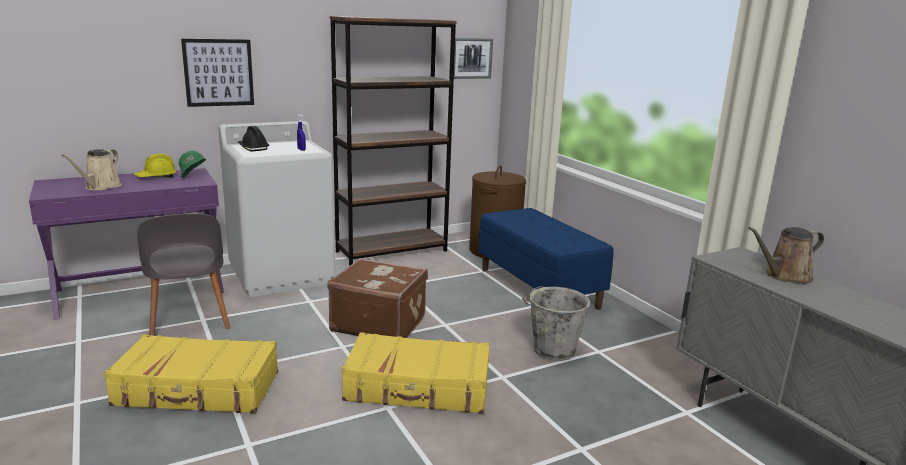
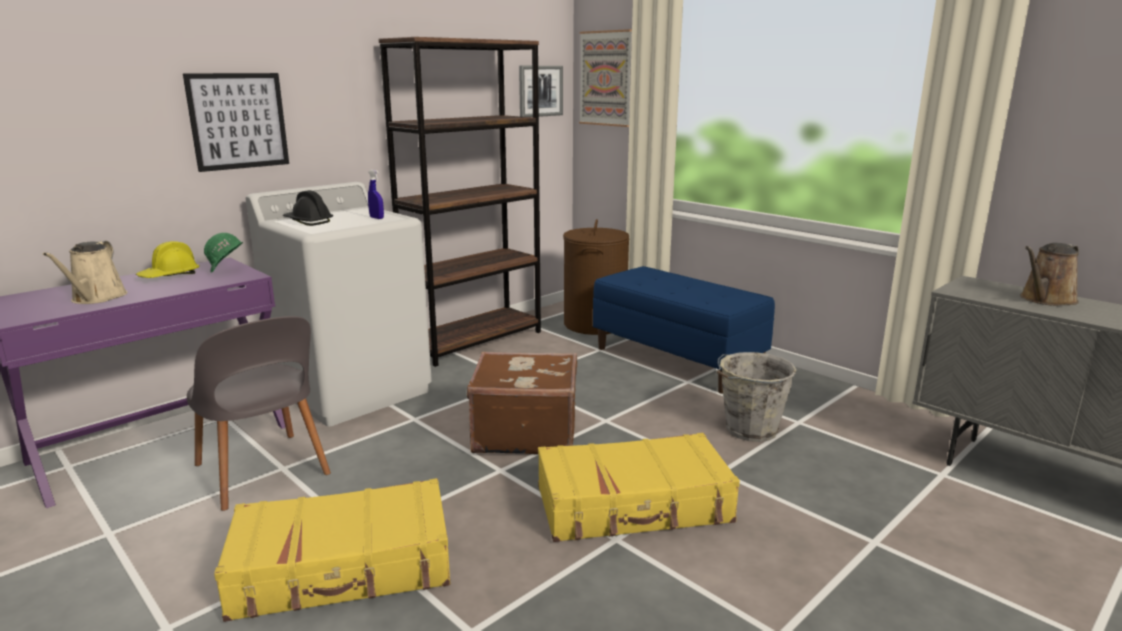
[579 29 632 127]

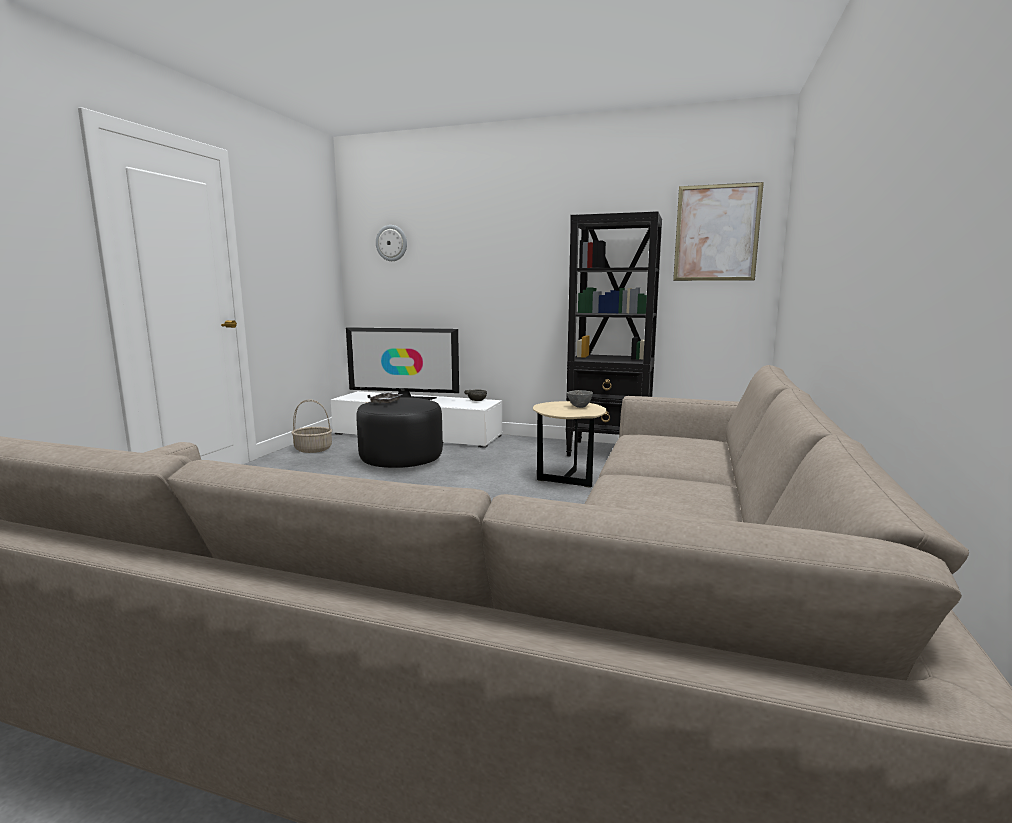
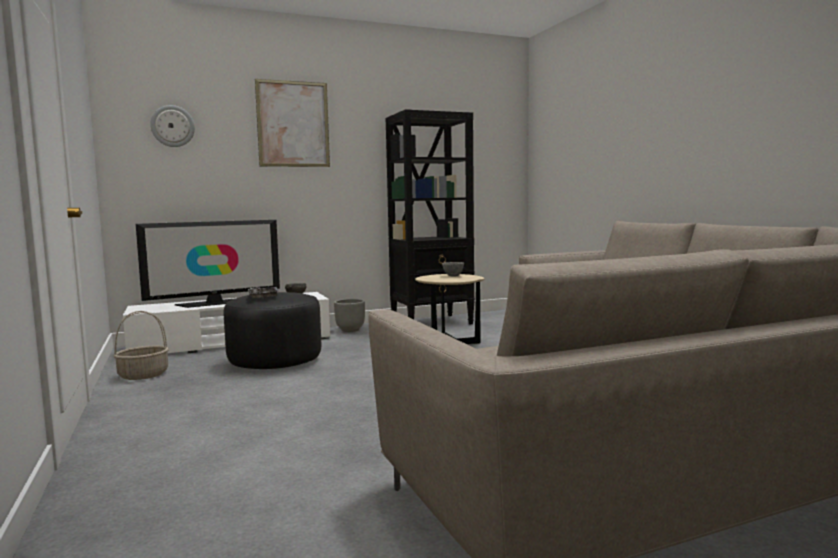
[334 299 365 332]
[255 79 330 167]

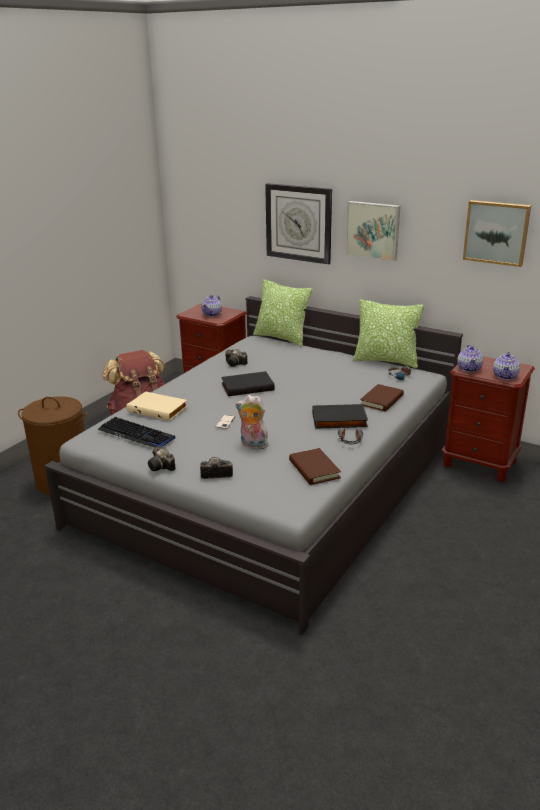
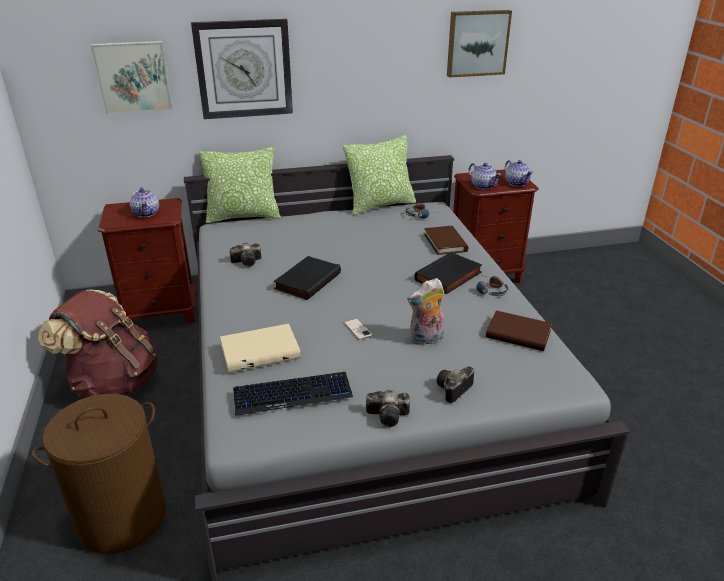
[90 41 173 114]

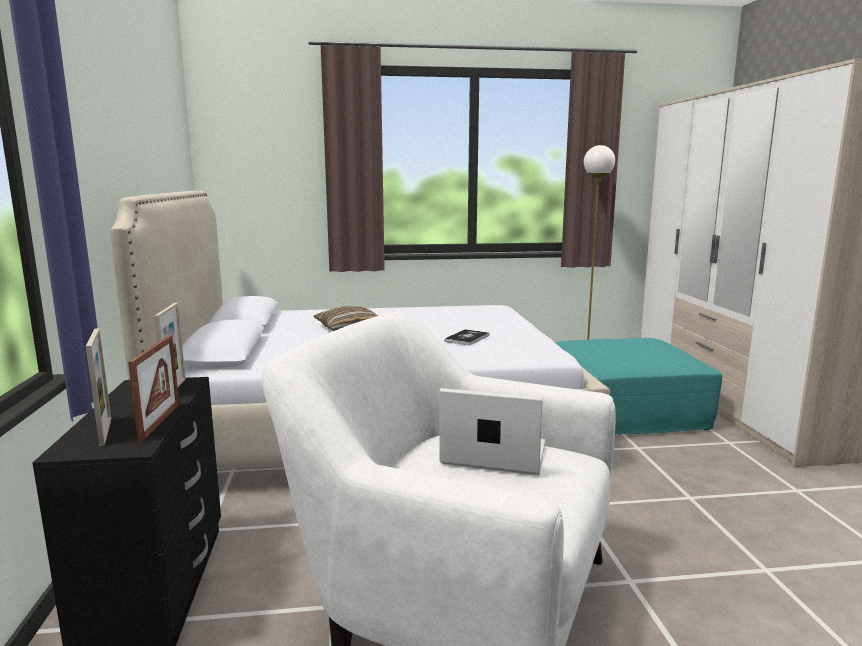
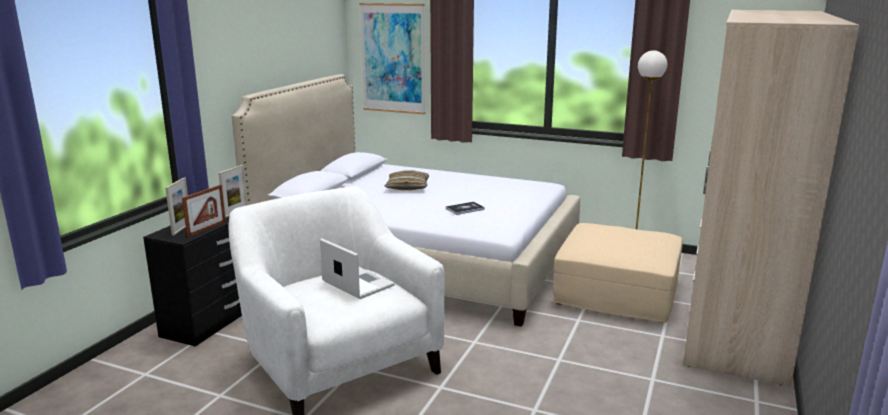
[359 3 426 115]
[553 223 683 323]

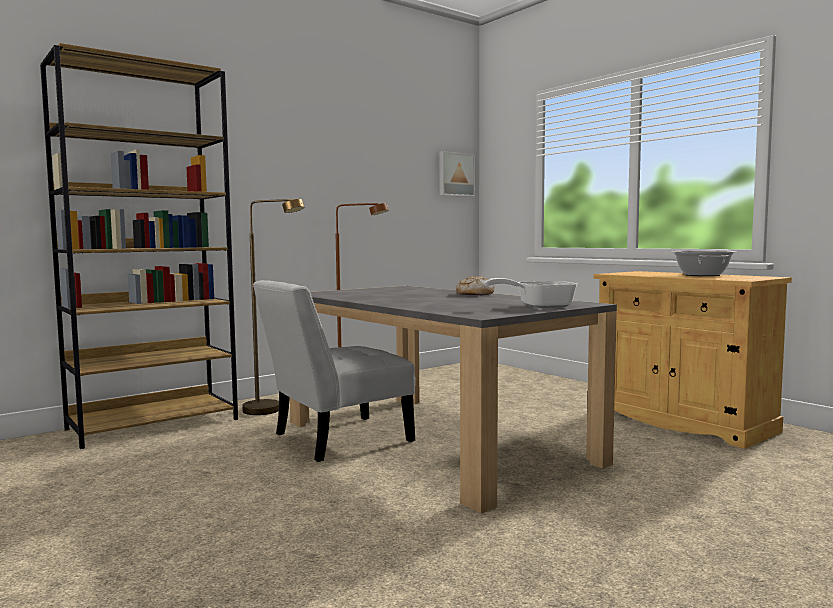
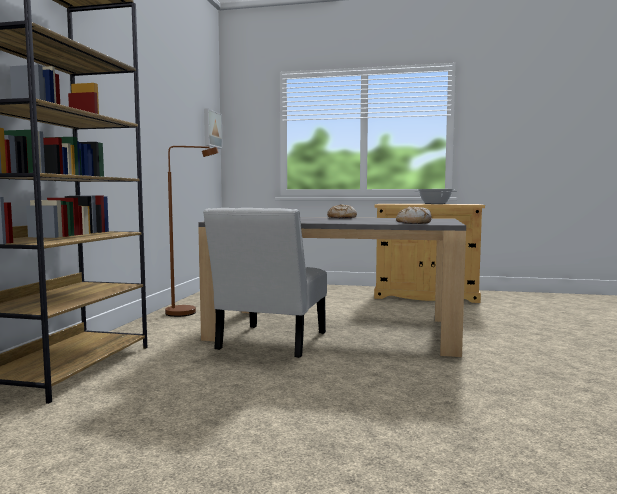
[242 199 305 415] (first image)
[484 278 577 308] (first image)
[396 207 432 224]

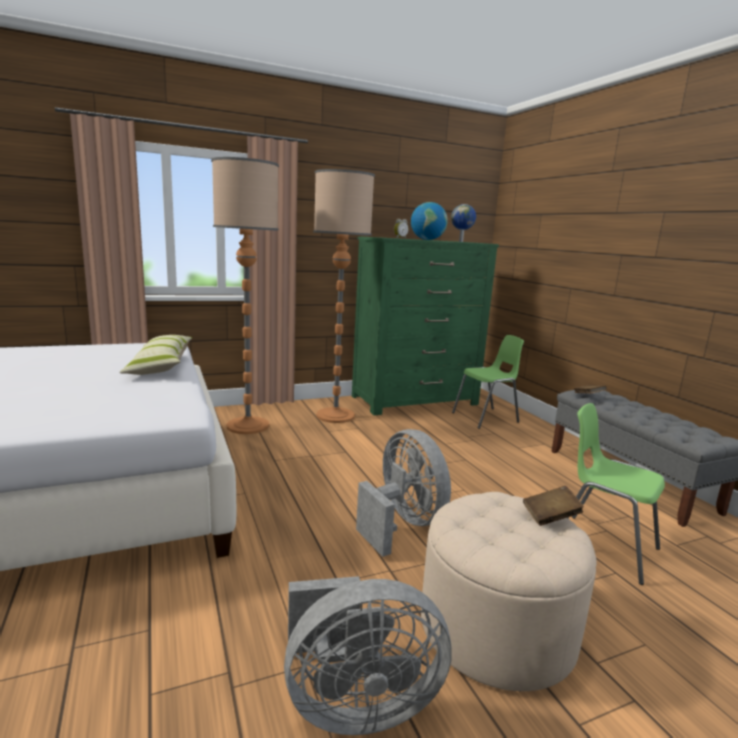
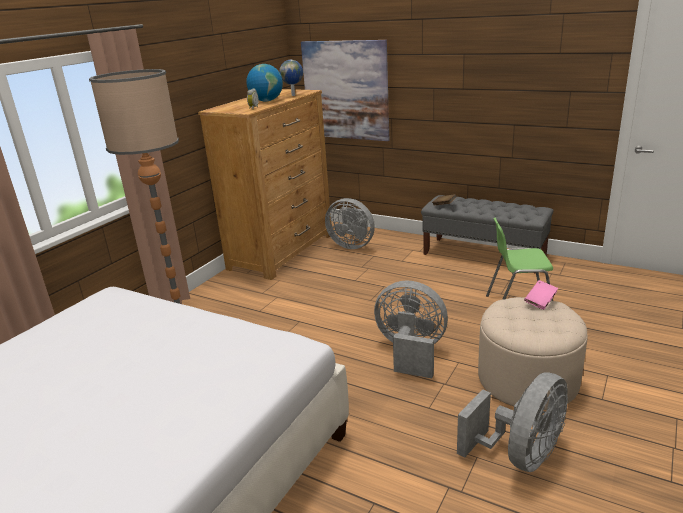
[119 335 192 375] (first image)
[313 169 375 423] (first image)
[301 40 389 141]
[325 198 375 249]
[198 89 331 280]
[524 280 558 310]

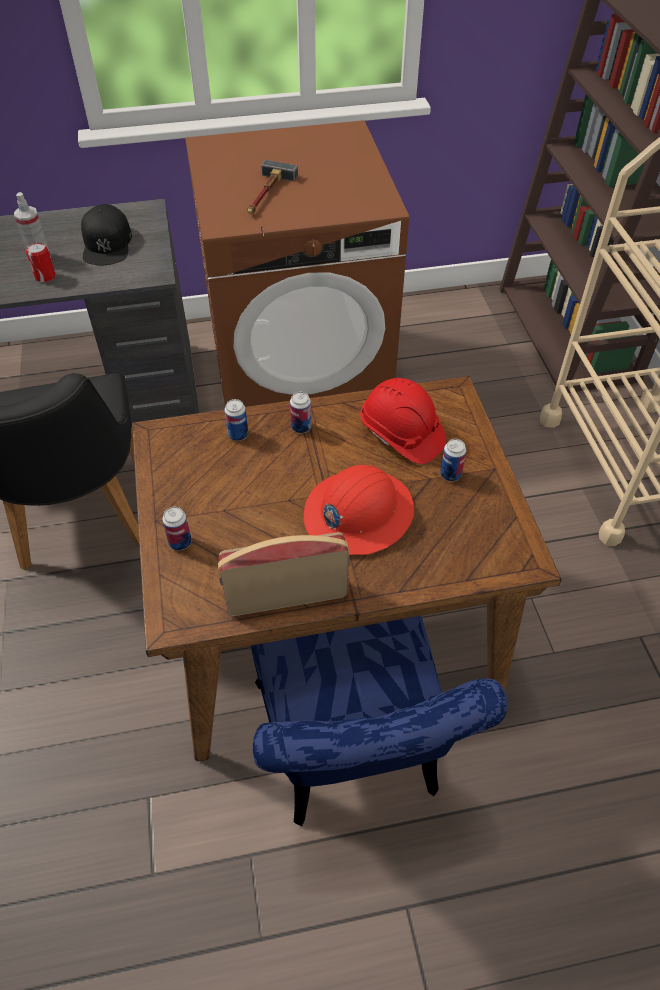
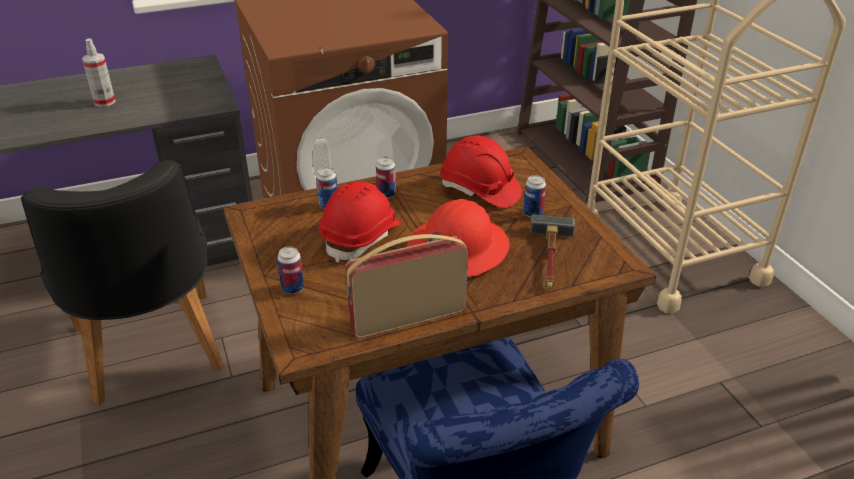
[26 242 56 282] (first image)
[81 204 132 265] (first image)
[319 181 401 263]
[530 215 575 288]

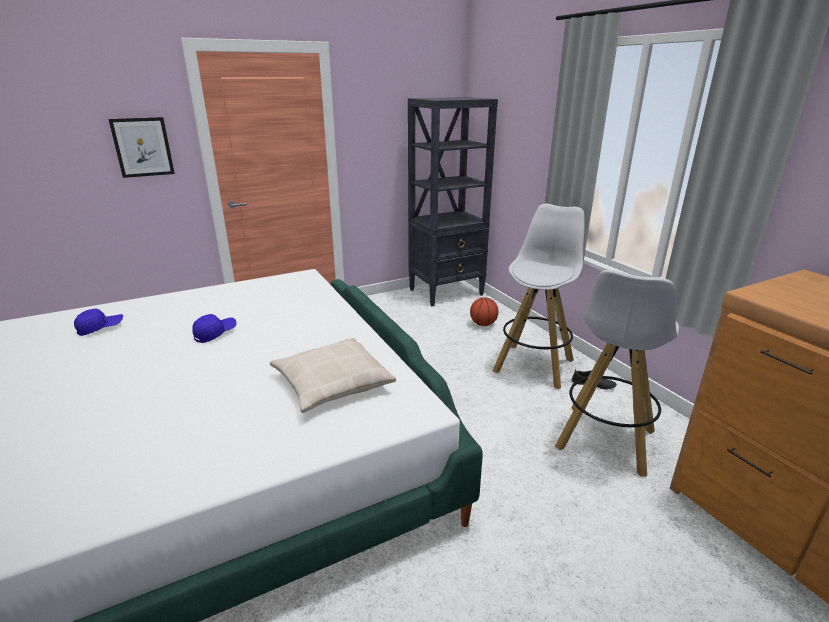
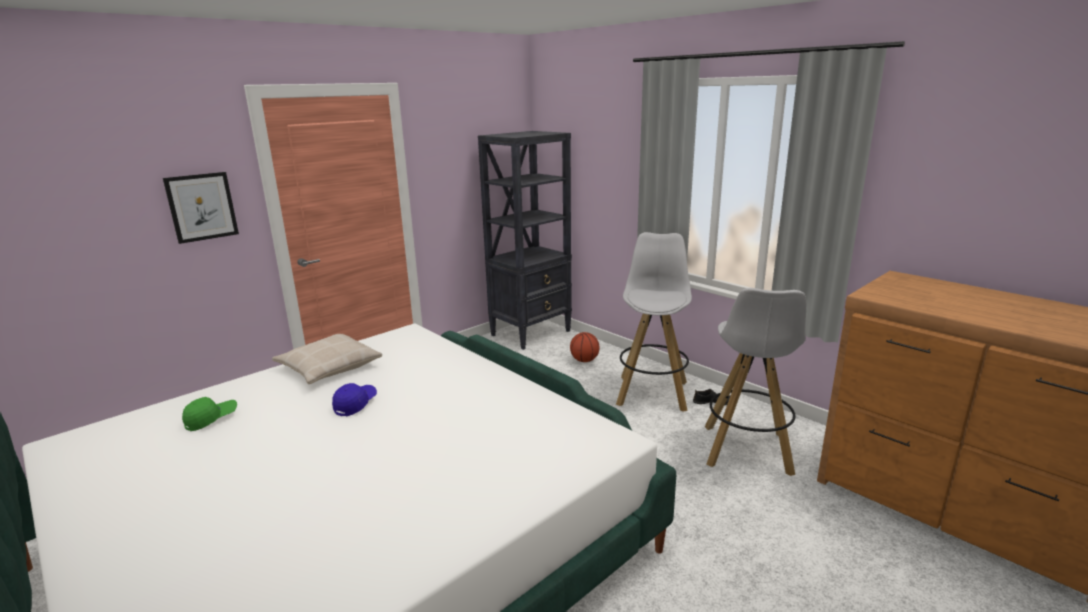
[272 334 382 384]
[182 397 237 431]

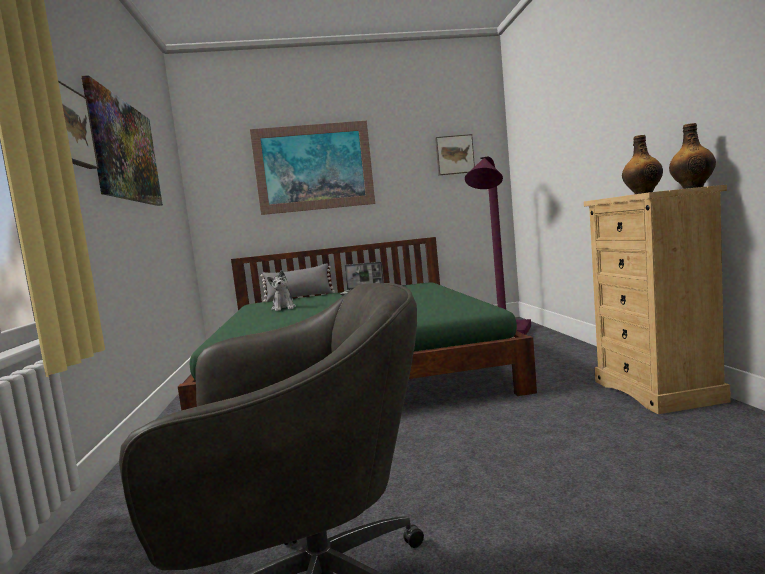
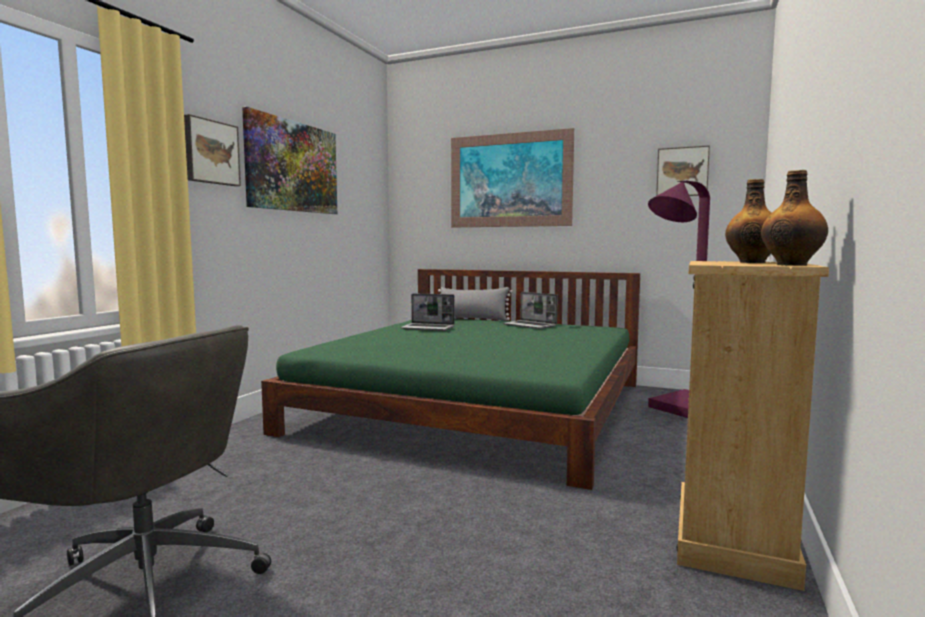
[401 293 455 331]

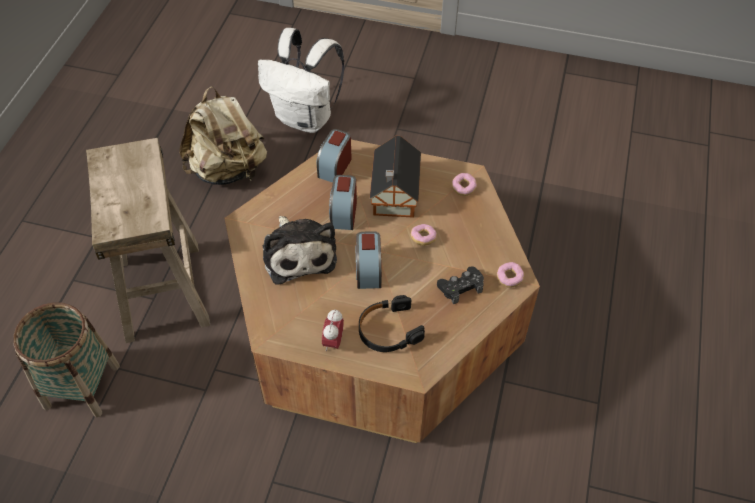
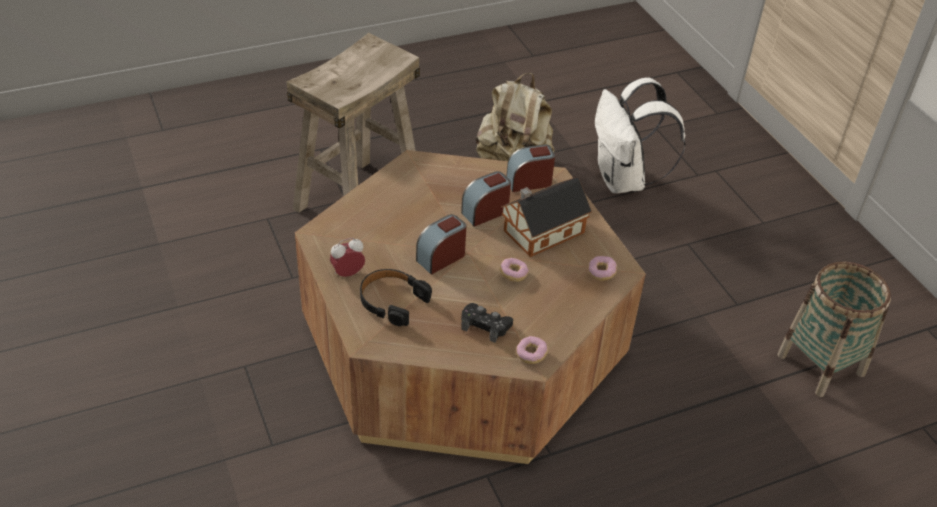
[263 216 337 285] (first image)
[777 262 891 397]

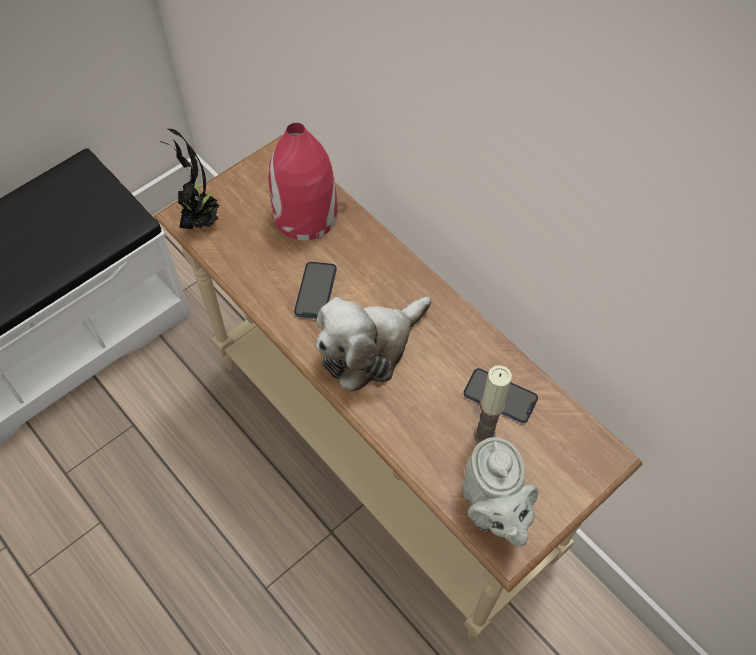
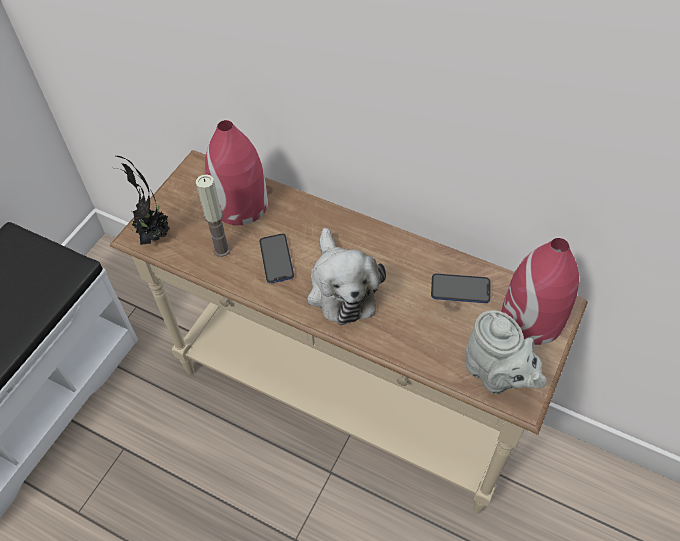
[501 238 579 345]
[196 174 231 257]
[307 228 386 325]

